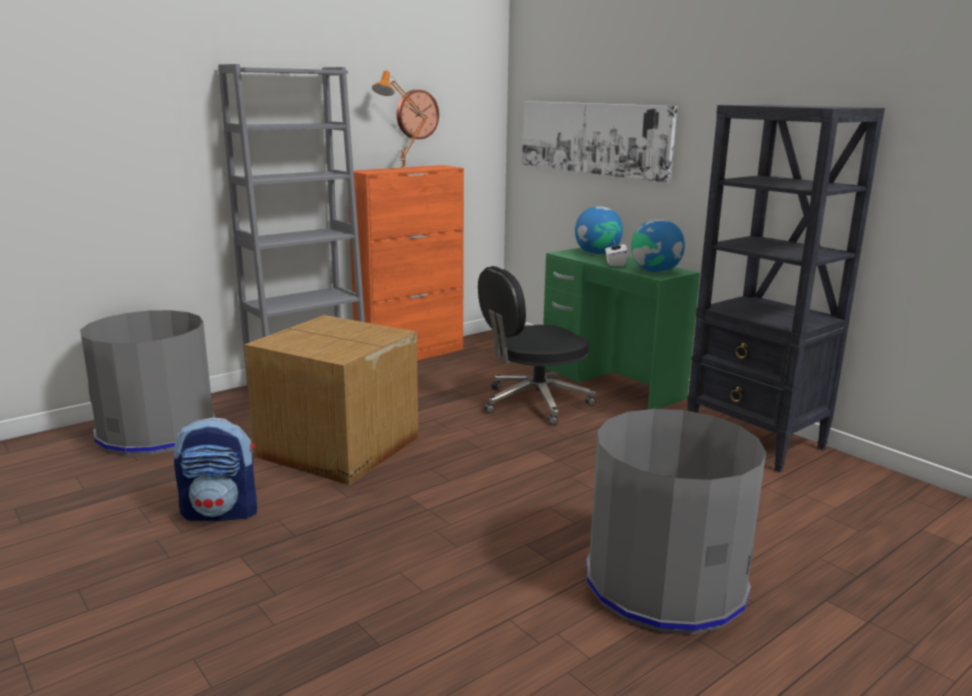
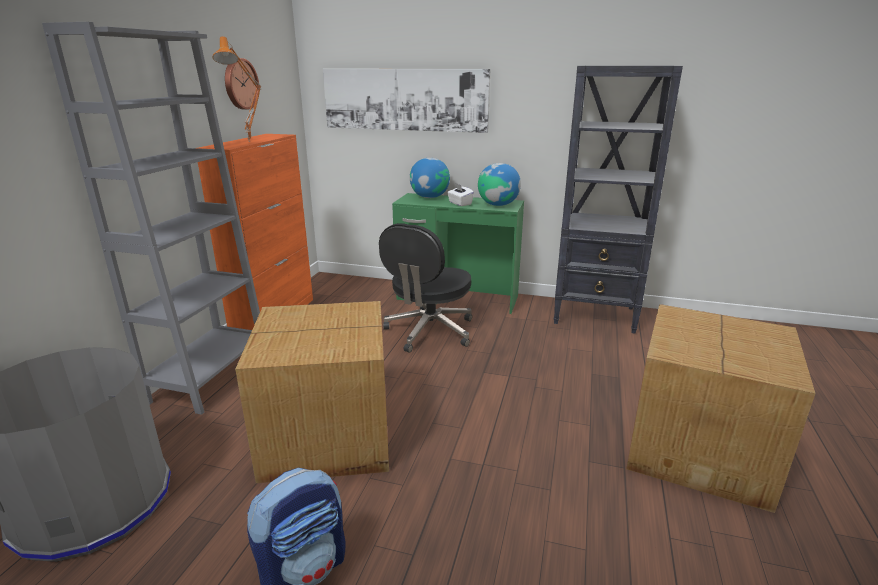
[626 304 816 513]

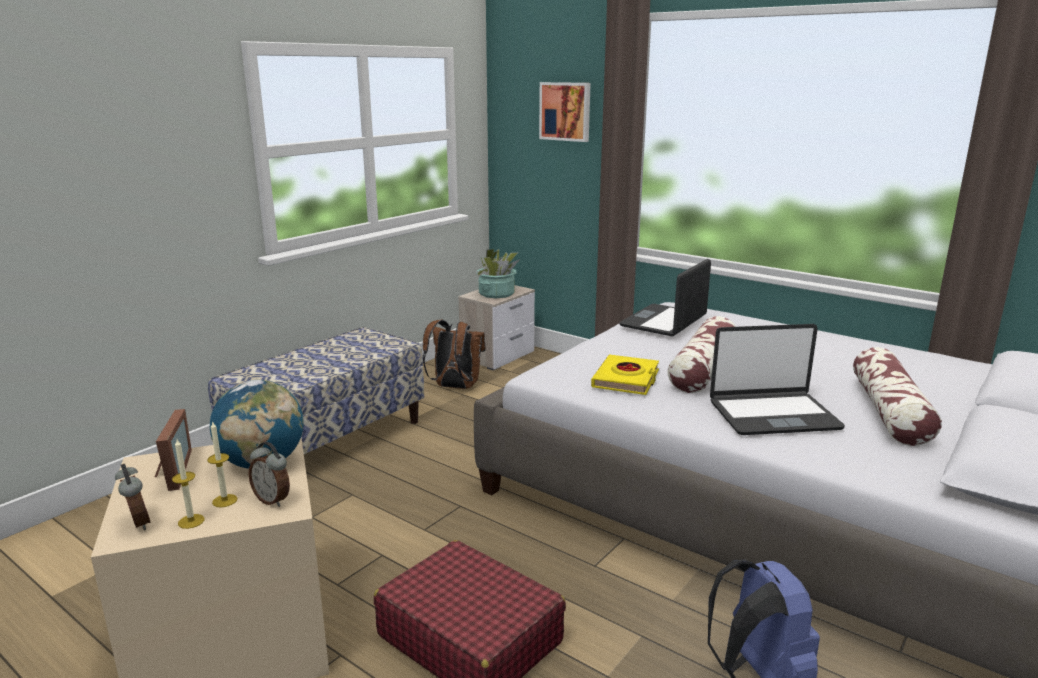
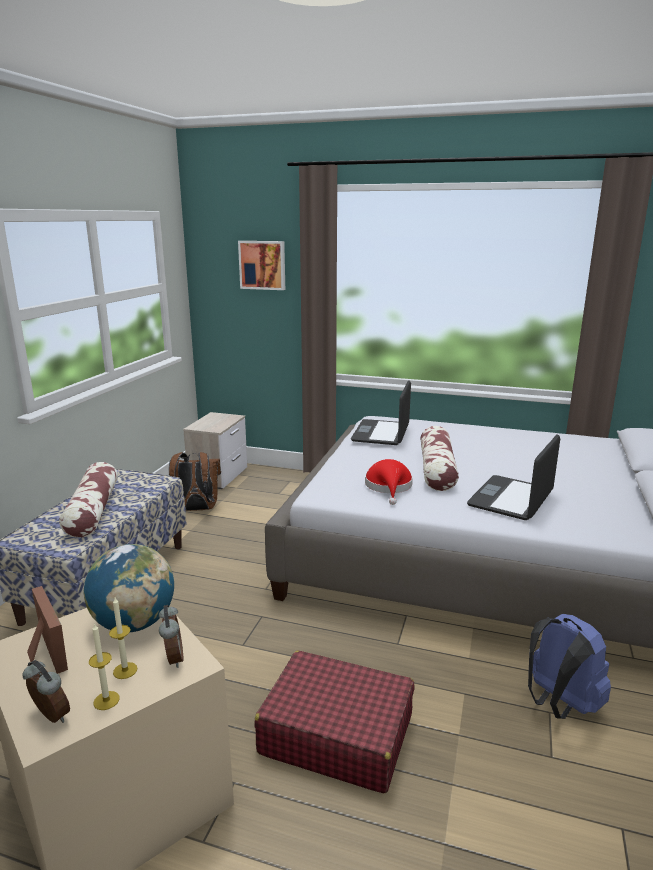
[476 249 520 298] (first image)
[59 462 118 538]
[365 459 413 505]
[159 605 183 668]
[467 434 560 520]

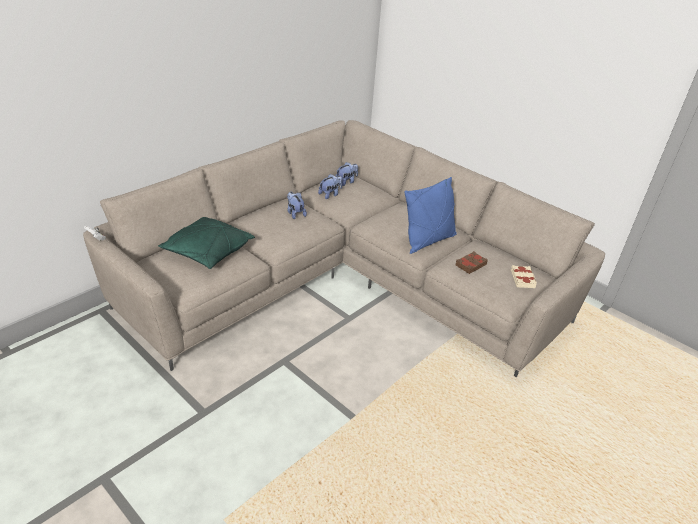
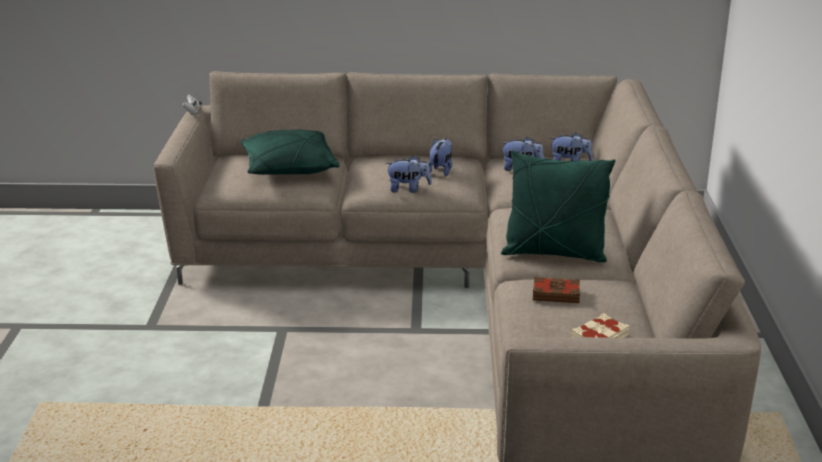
[385 156 432 193]
[501 150 615 262]

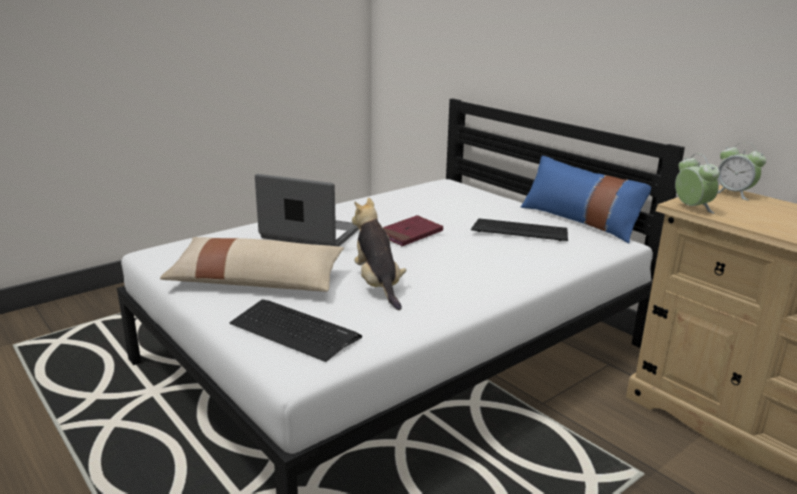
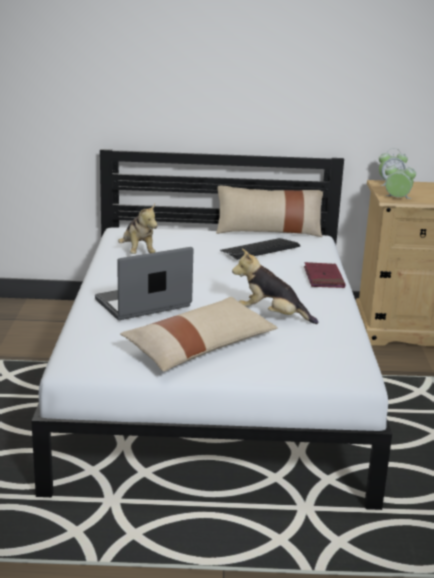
[230 300 362 362] (first image)
[118 204 158 254]
[304 262 345 288]
[216 186 323 237]

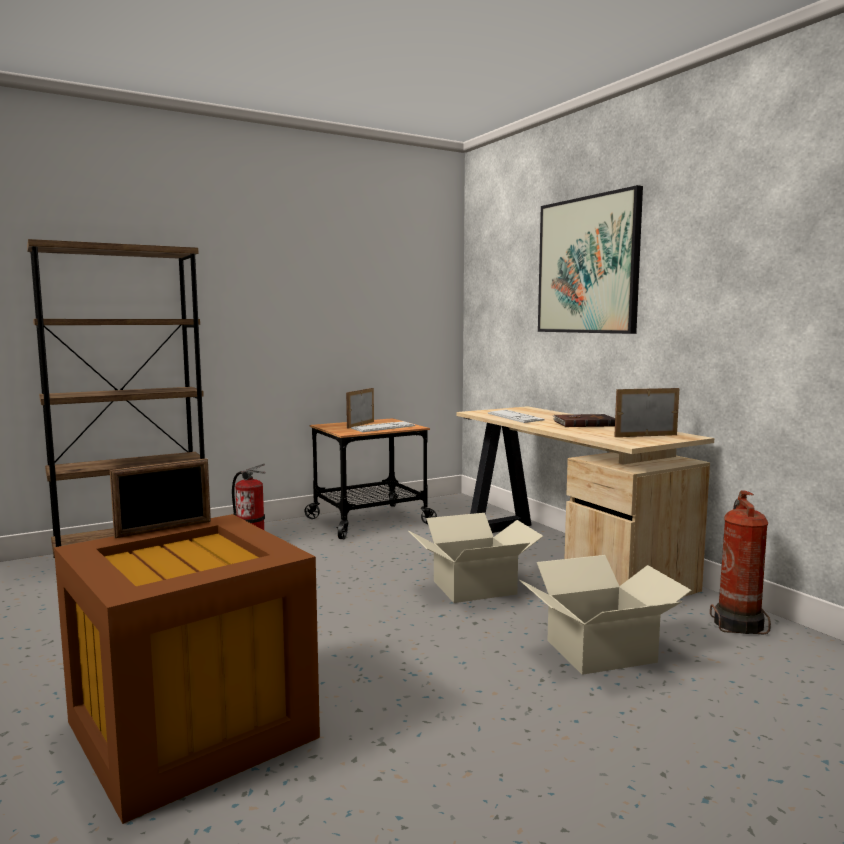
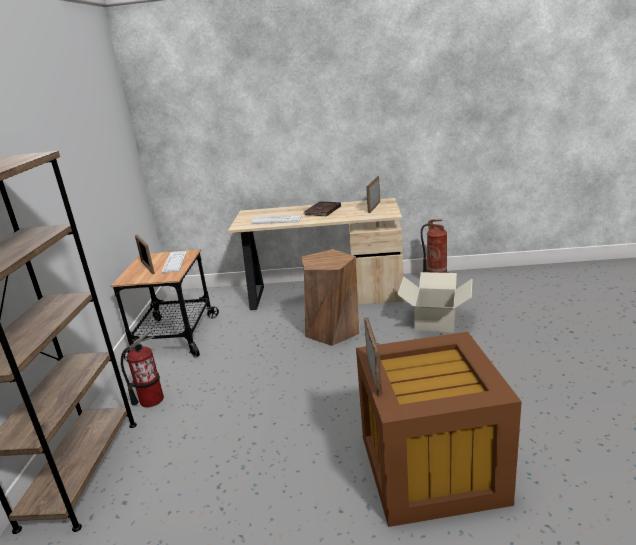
[538 185 643 334] (first image)
[302 249 360 346]

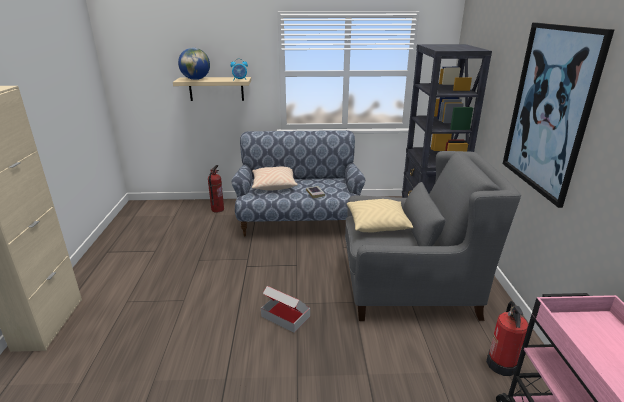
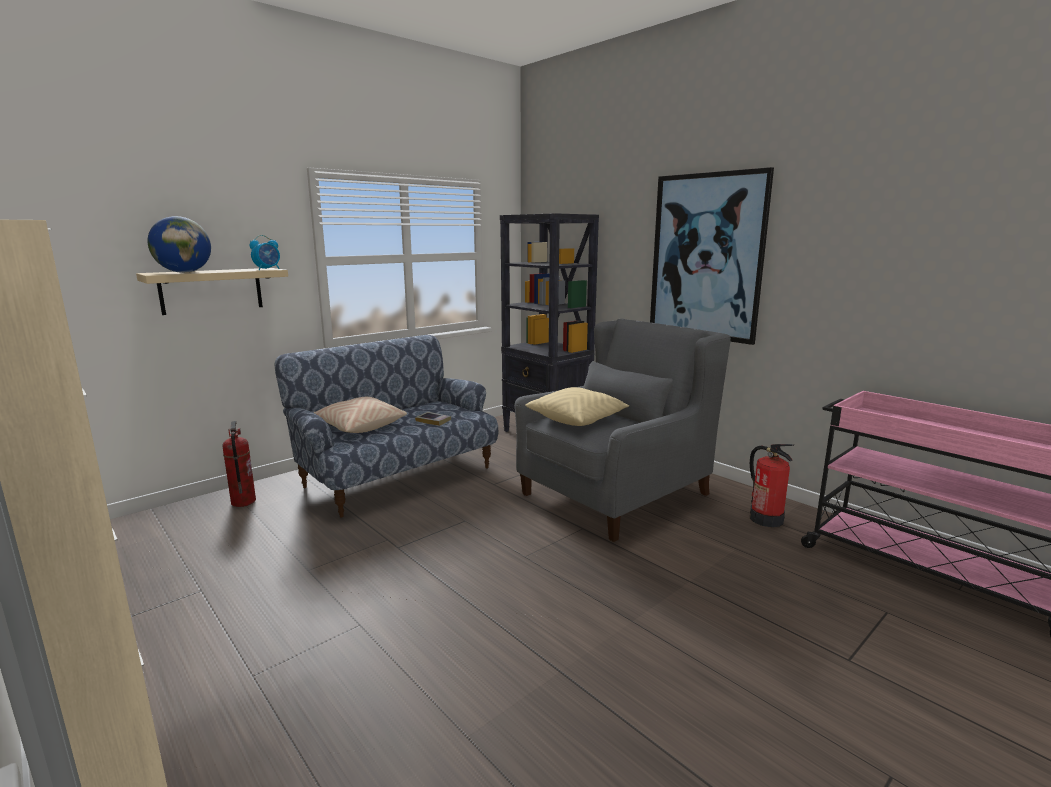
[261 286 310 333] (first image)

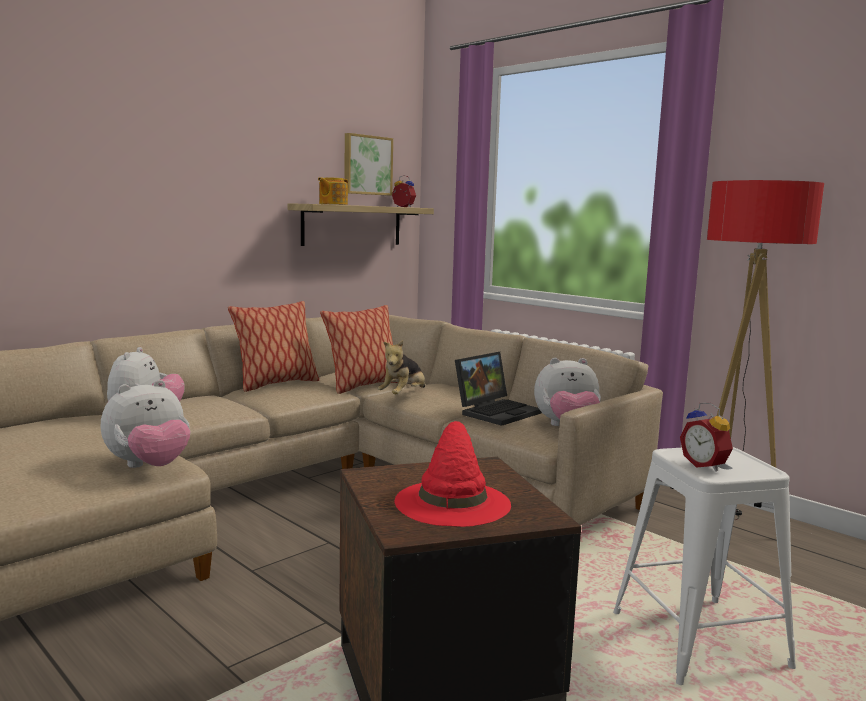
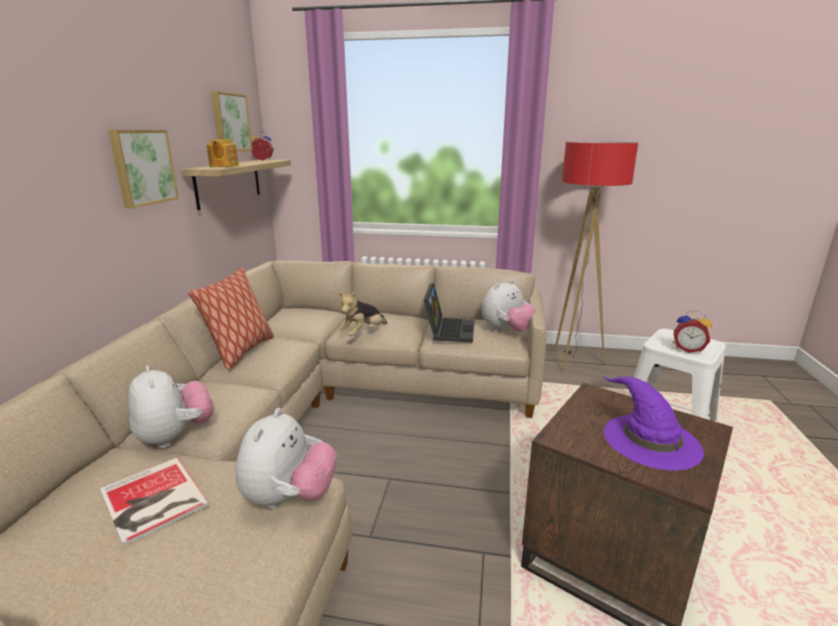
[320 305 399 394] (first image)
[100 457 210 546]
[108 130 179 208]
[602 375 704 471]
[338 292 387 336]

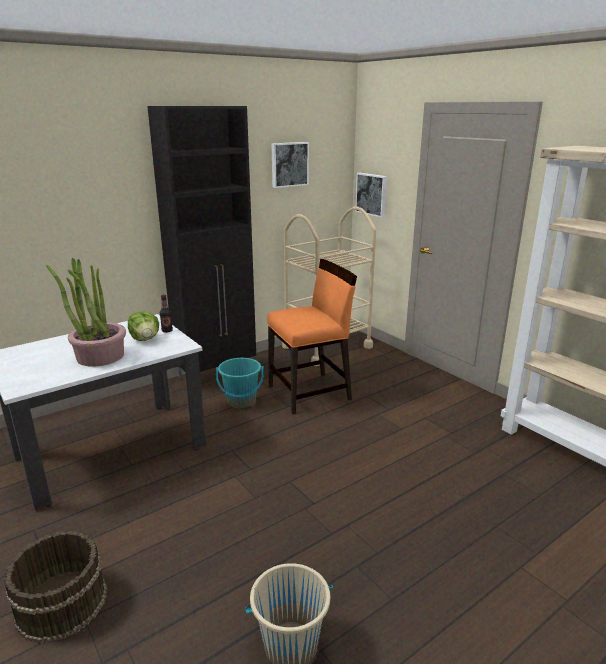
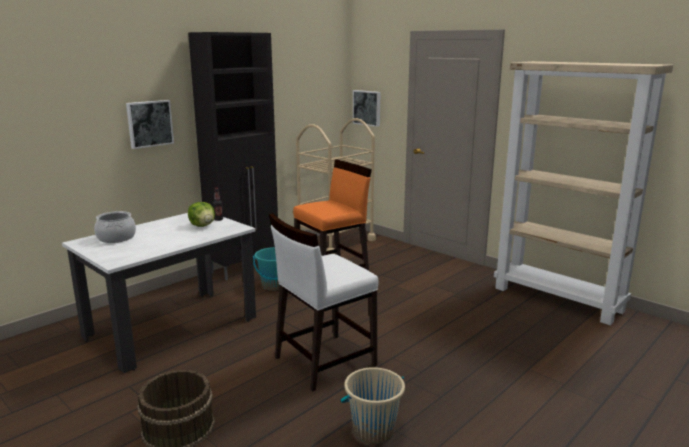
[46 258 126 367] (first image)
[94 211 136 243]
[269 213 378 392]
[126 100 174 149]

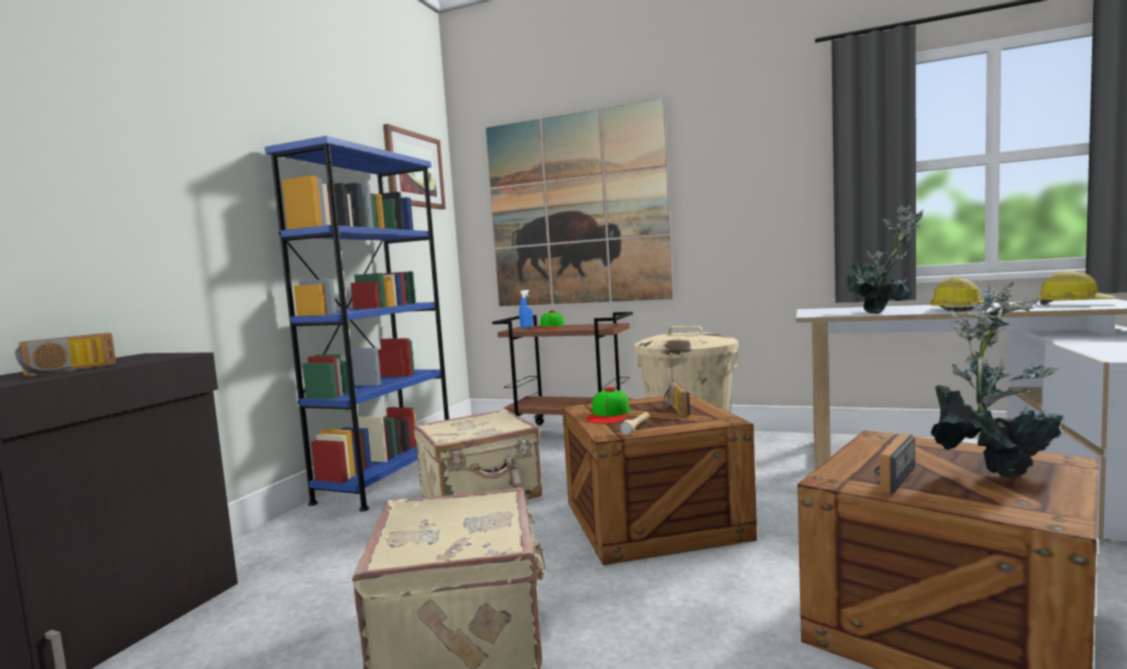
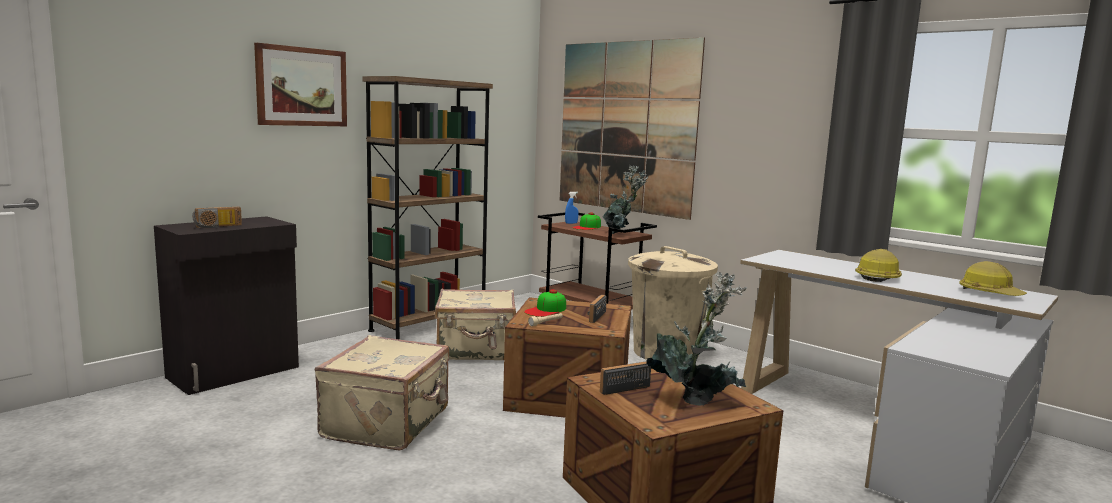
[254 43 347 126]
[603 165 648 234]
[362 76 493 340]

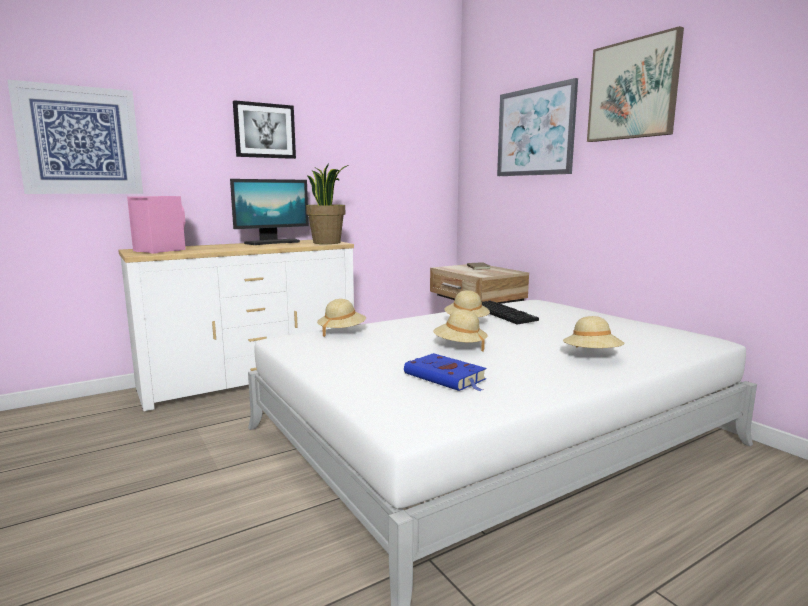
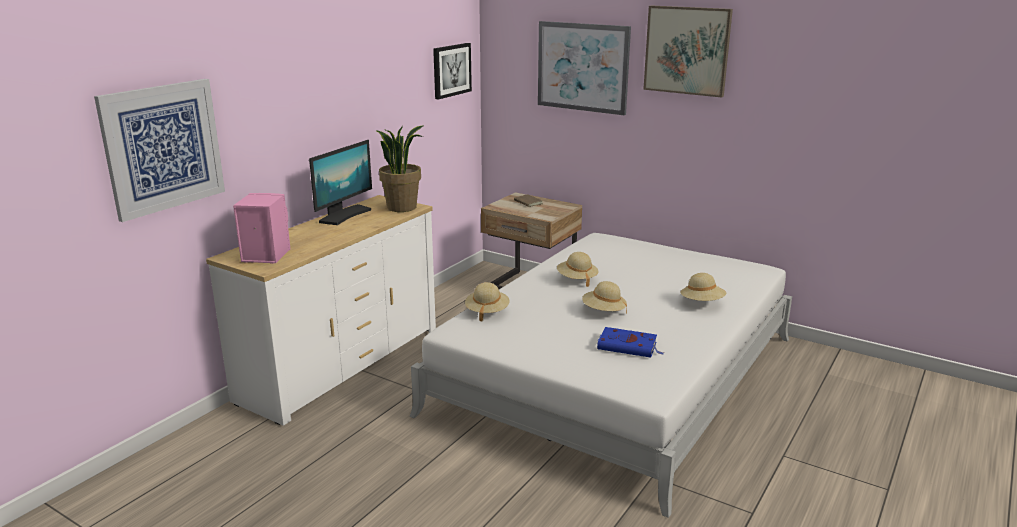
[482 300 539 325] (first image)
[433 43 472 99]

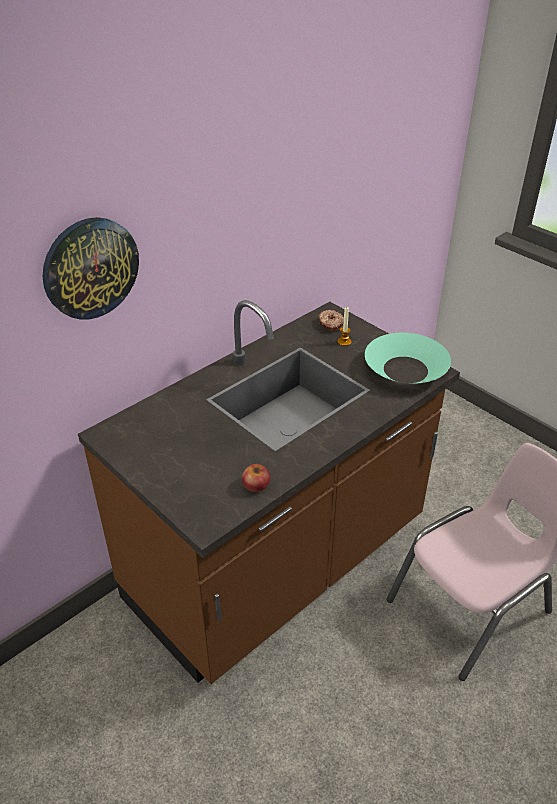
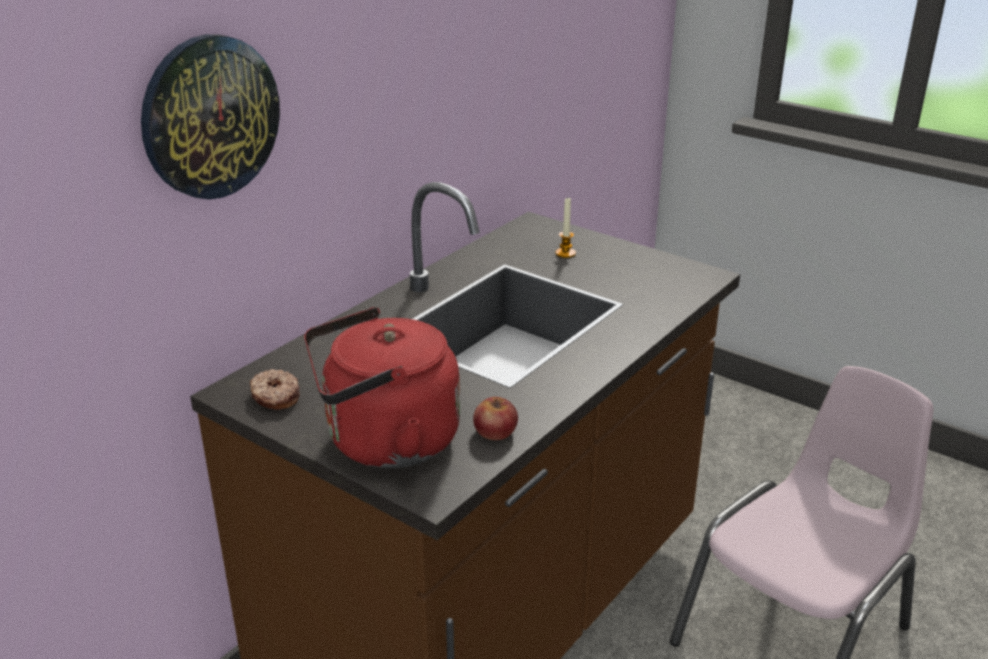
[365 333 451 383] (first image)
[304 307 460 468]
[250 369 300 410]

